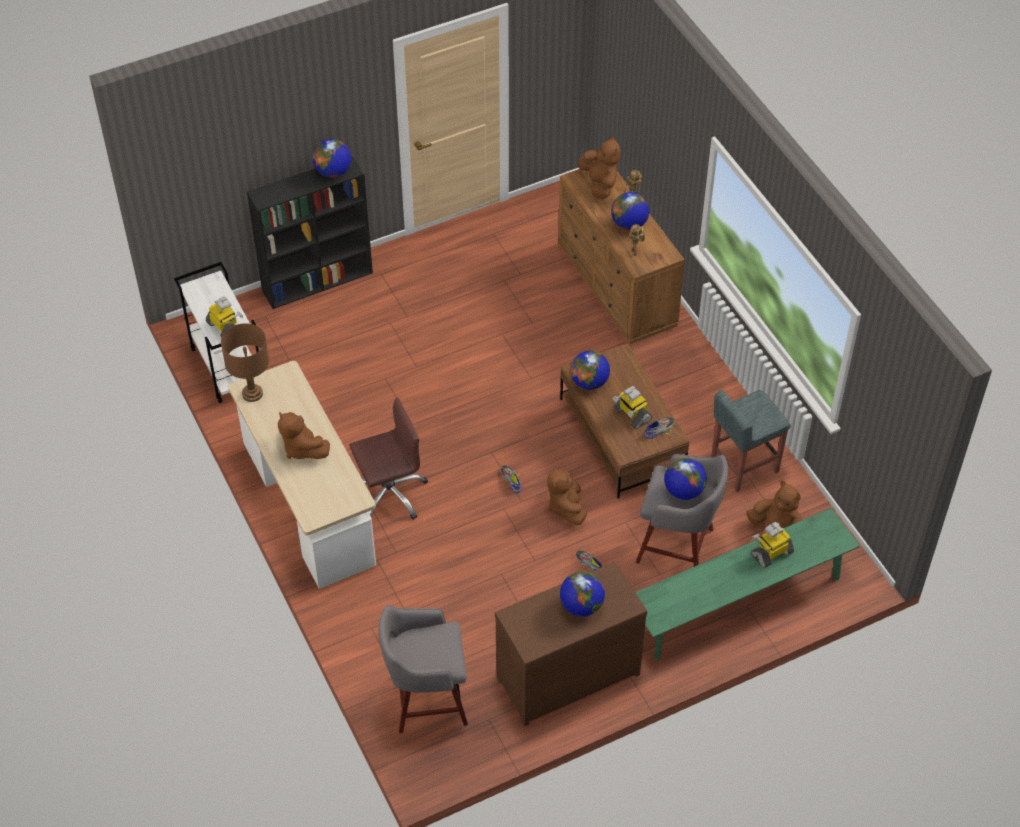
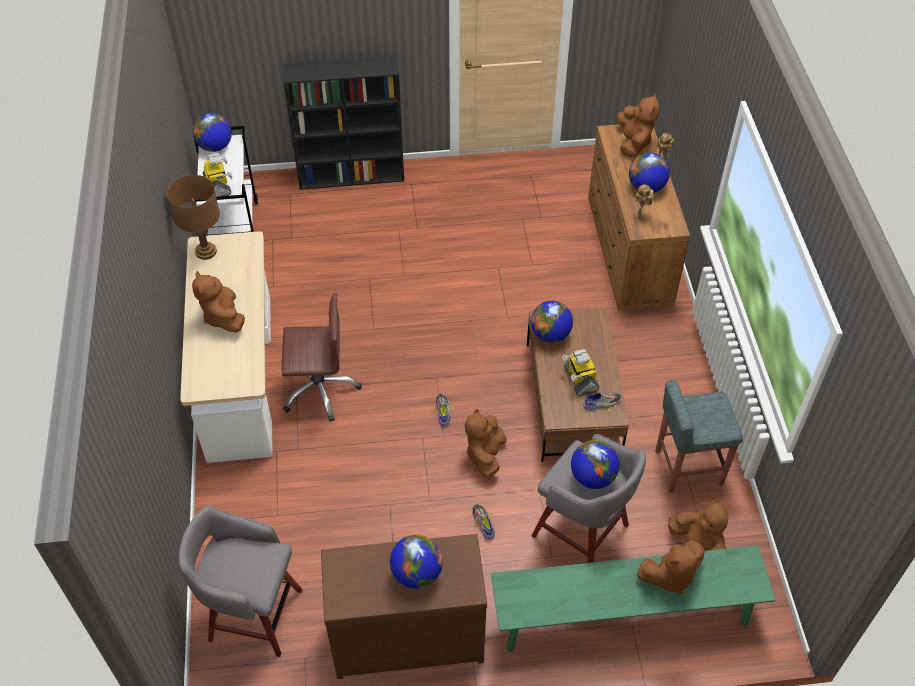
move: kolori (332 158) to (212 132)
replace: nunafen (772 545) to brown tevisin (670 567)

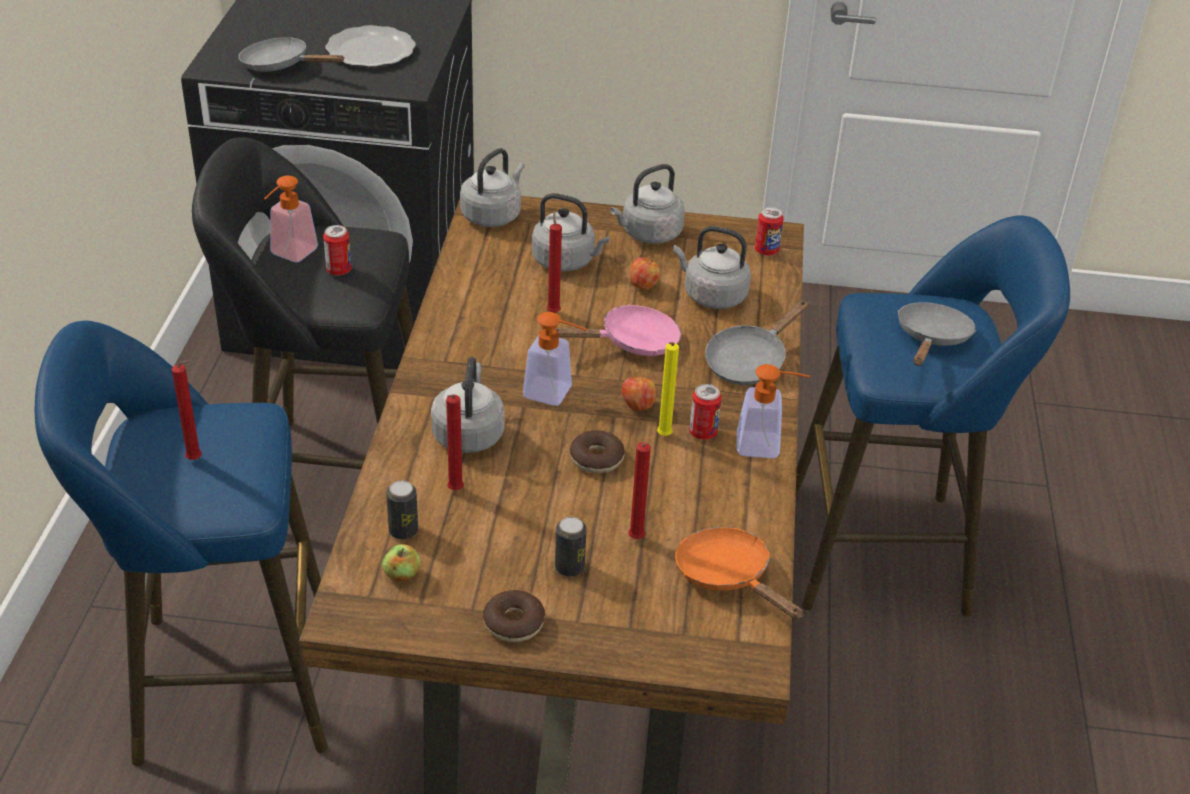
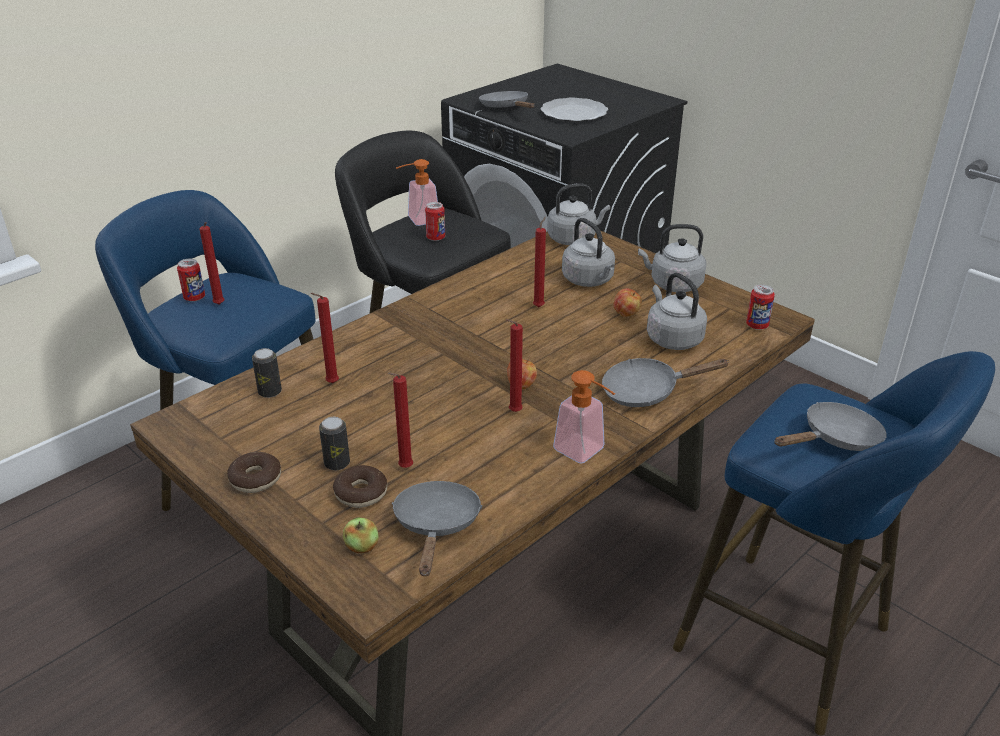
delete: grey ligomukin (468 405); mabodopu (555 359); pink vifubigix (618 330)
move: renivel (401 562) to (361 535); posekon (597 451) to (360 486); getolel (705 412) to (191 280)
recolor: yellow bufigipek (668 389) to red bufigipek (514 365); orange vifubigix (739 573) to grey vifubigix (437 528)

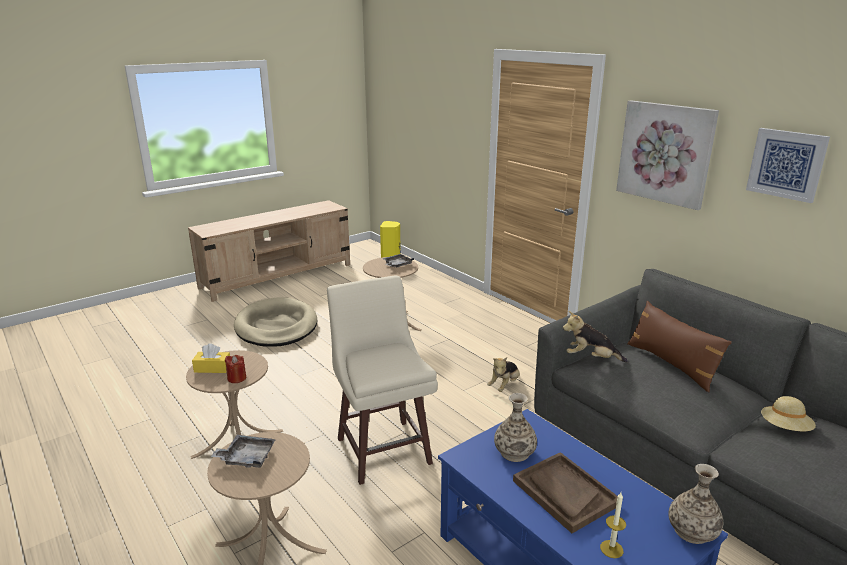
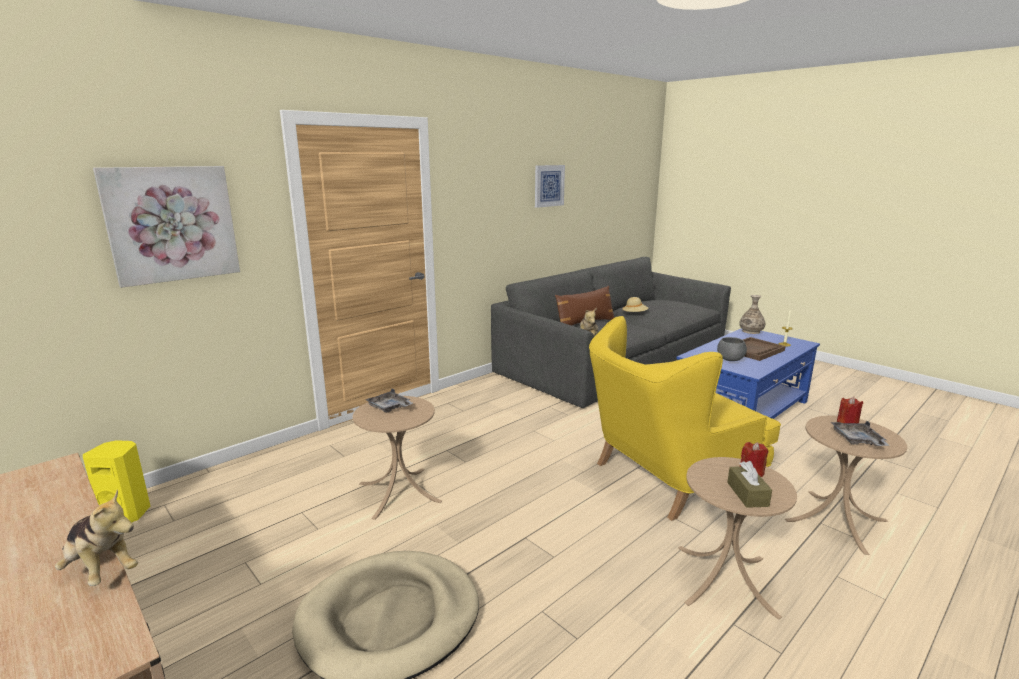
insert: red bufigipek (850 410)
move: tevisin (503 374) to (96 538); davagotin (667 155) to (166 227)
replace: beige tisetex (382 380) to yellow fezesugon (685 418); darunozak (515 427) to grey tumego (732 349)
recolor: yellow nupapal (211 358) to brown nupapal (749 484)

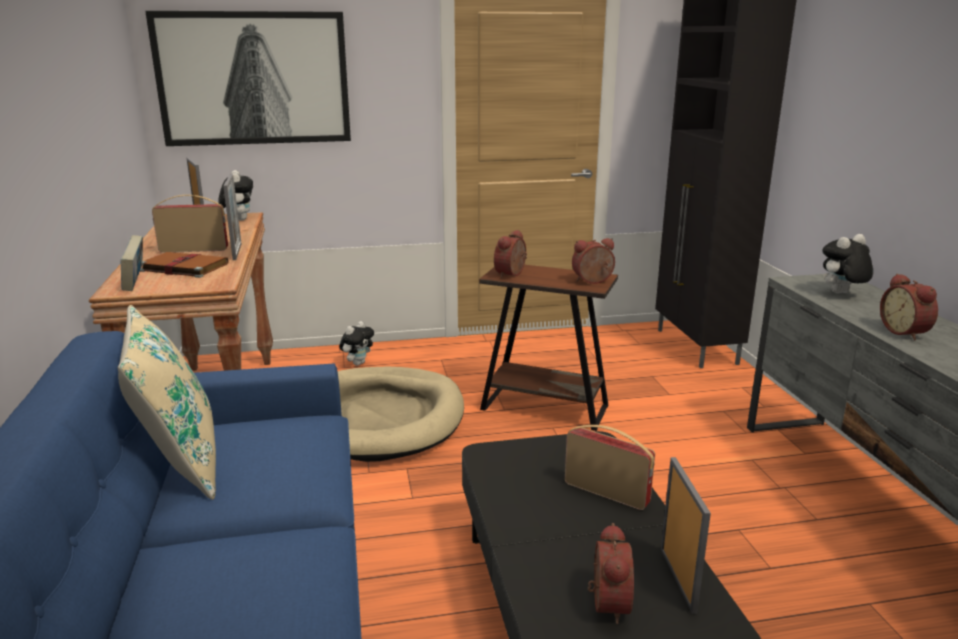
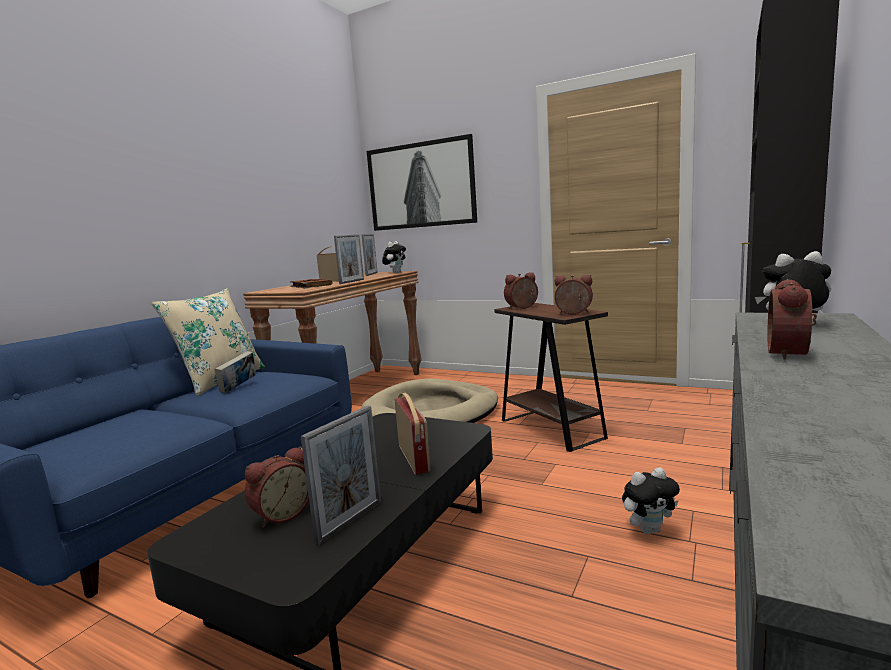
move: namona (131 263) to (235 372); tevisin (356 343) to (651 500)

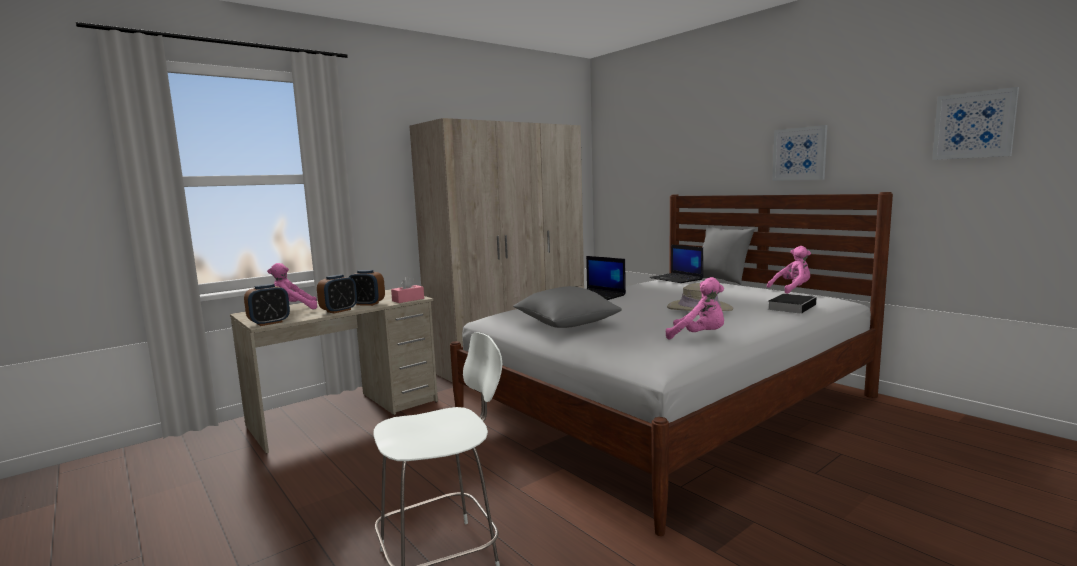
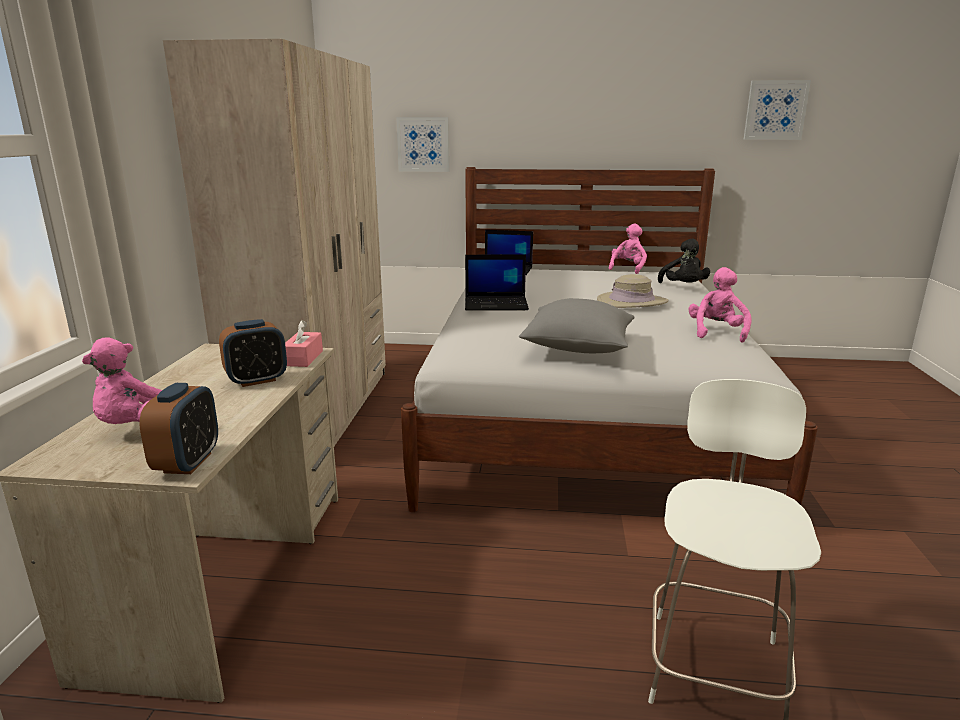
delete: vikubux (337 294); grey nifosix (728 255)
move: davagotin (799 153) to (422 144)
replace: namona (791 304) to black tevisin (684 260)
rotate: pink tevisin (695 308) = (719 305) 60 degrees counterclockwise

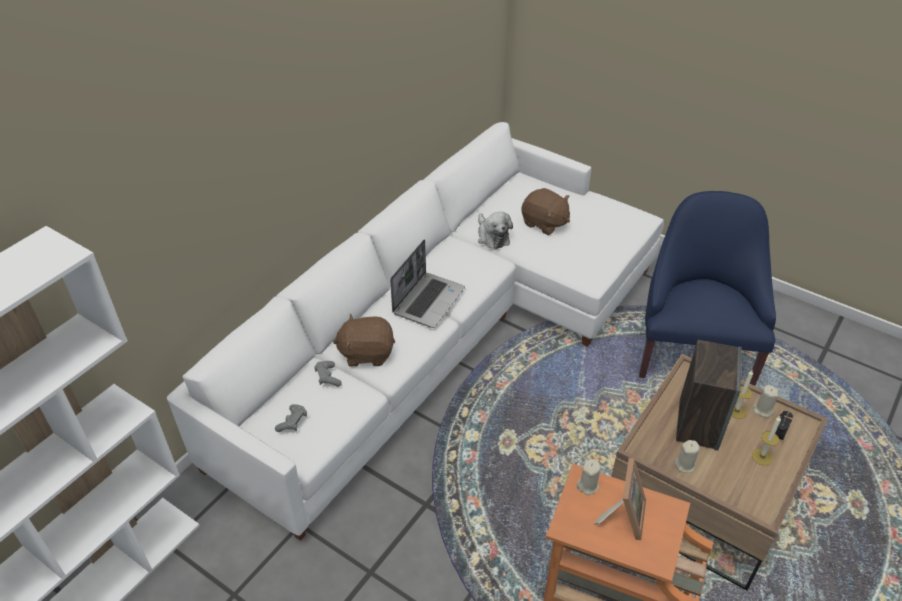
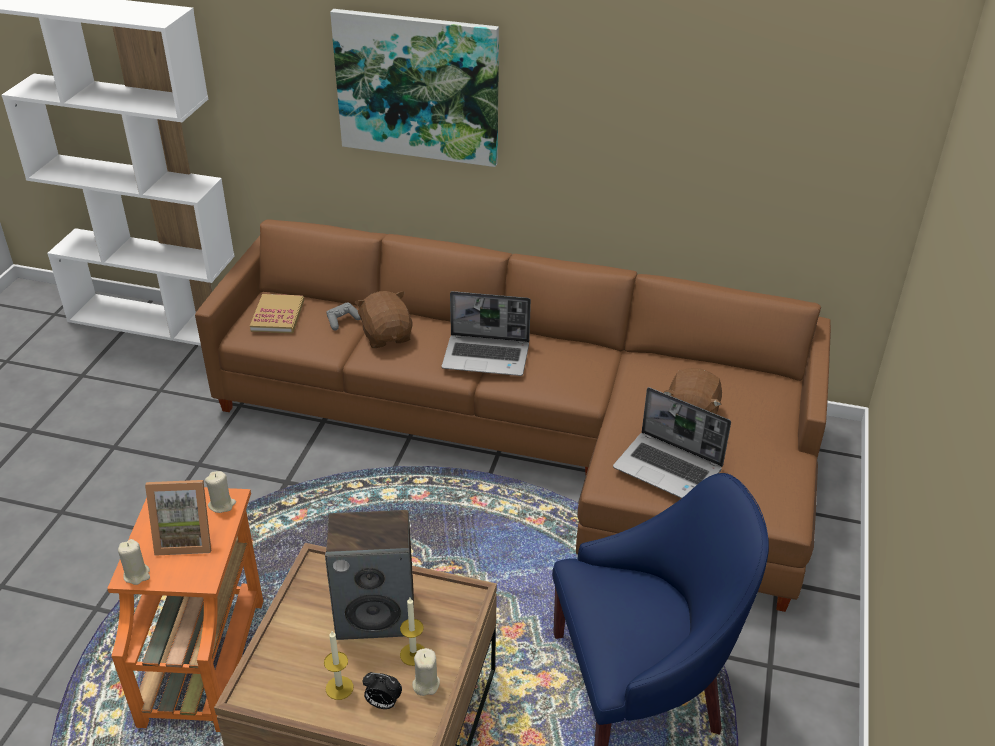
delete: tevisin (495 230)
insert: davagotin (414 88); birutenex (672 442)
move: beige bufigipek (686 456) to (134 562)
replace: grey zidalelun (291 418) to namona (277 313)
recolor: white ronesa (415 331) to brown ronesa (513 415)

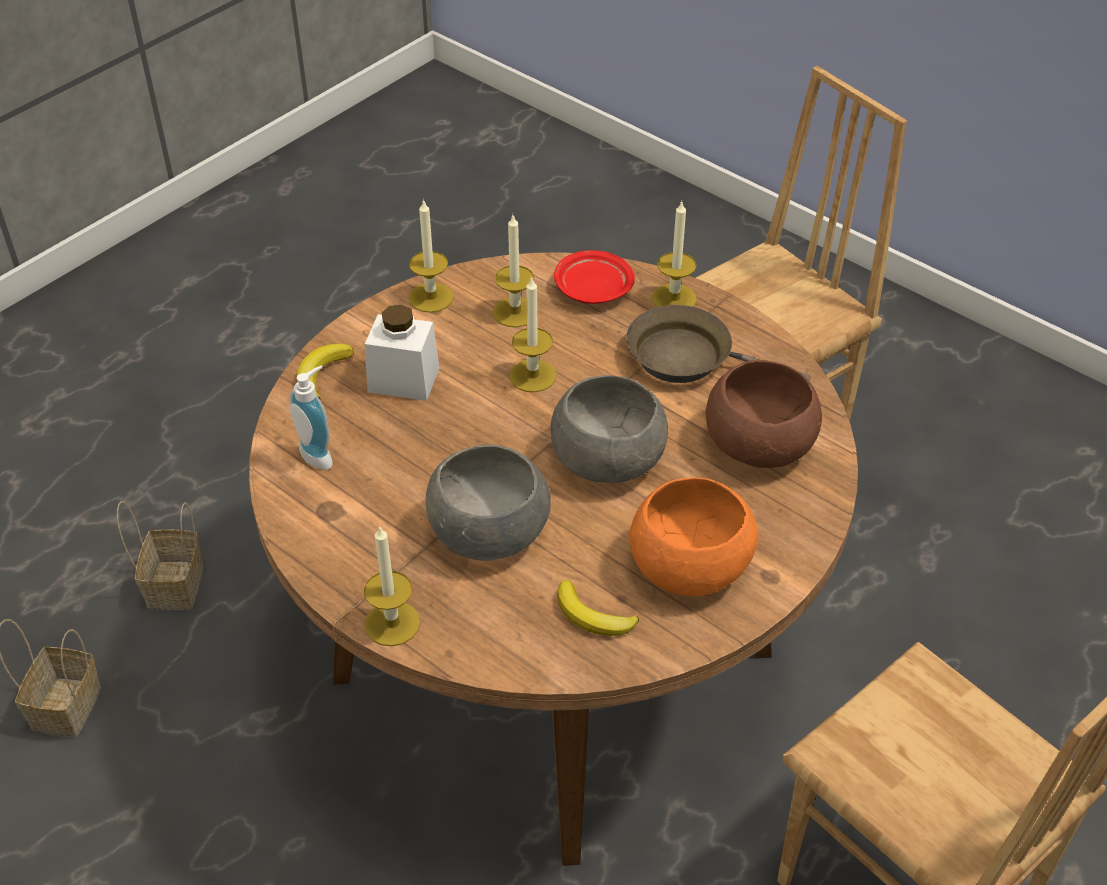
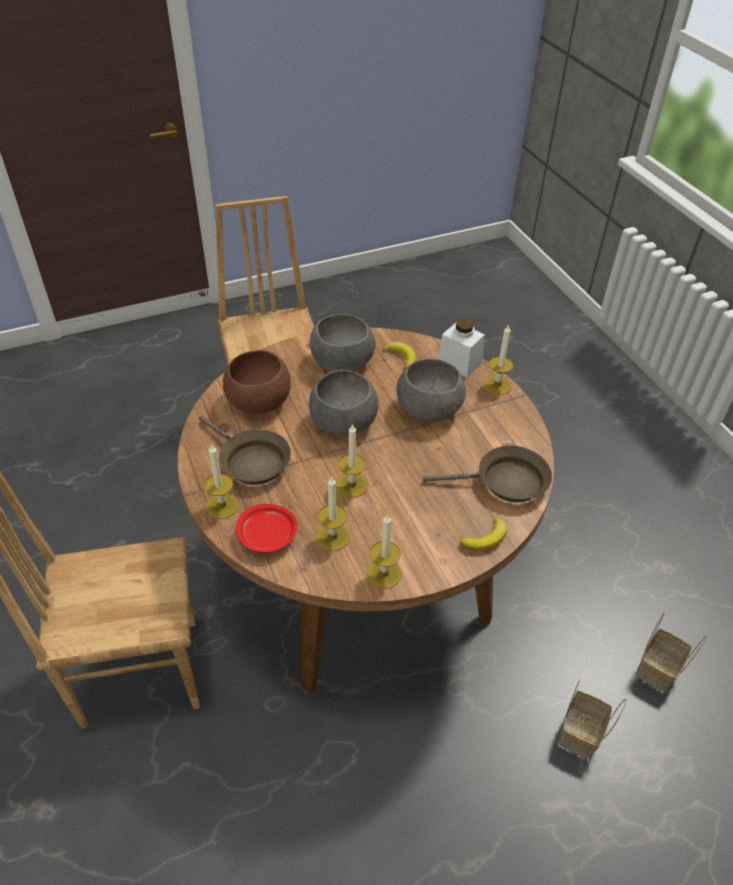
move: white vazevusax (402 353) to (461 348)
replace: mabodopu (311 418) to brown vifubigix (487 474)
recolor: orange tumego (694 536) to grey tumego (342 343)

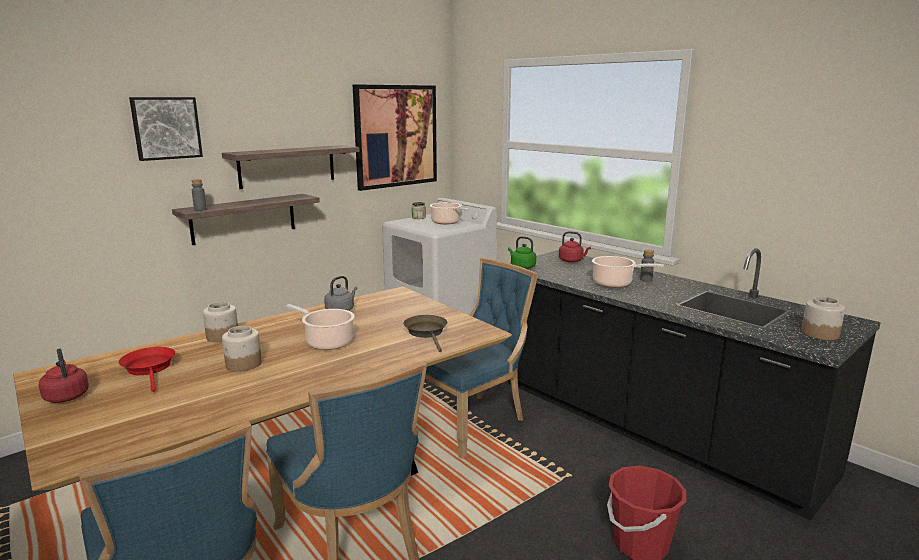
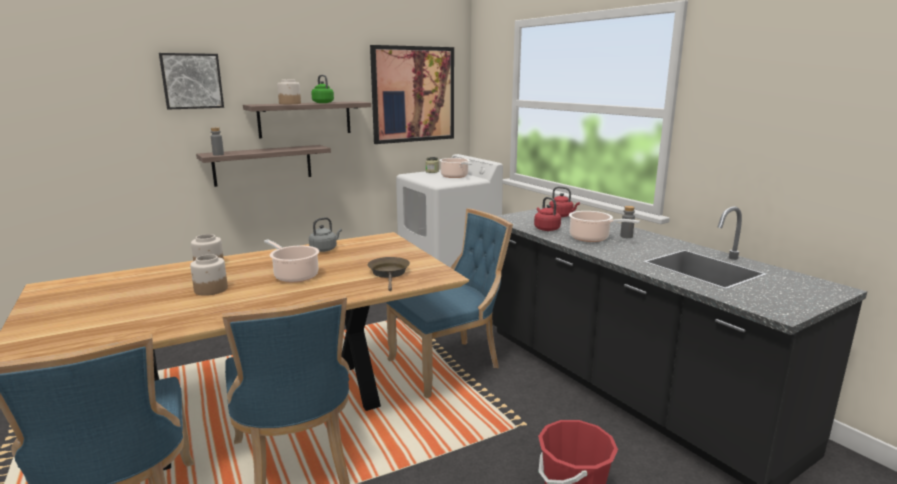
delete: red vifubigix (147 369)
move: red ligomukin (63 375) to (547 214); green ligomukin (522 252) to (322 89); vazevusax (823 318) to (289 91)

